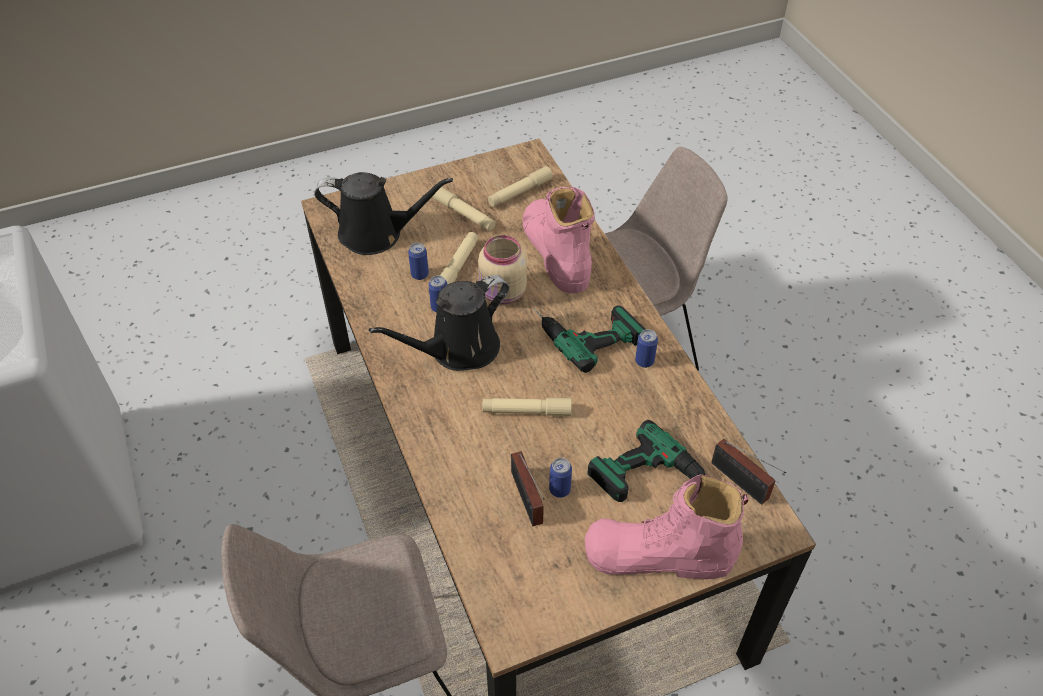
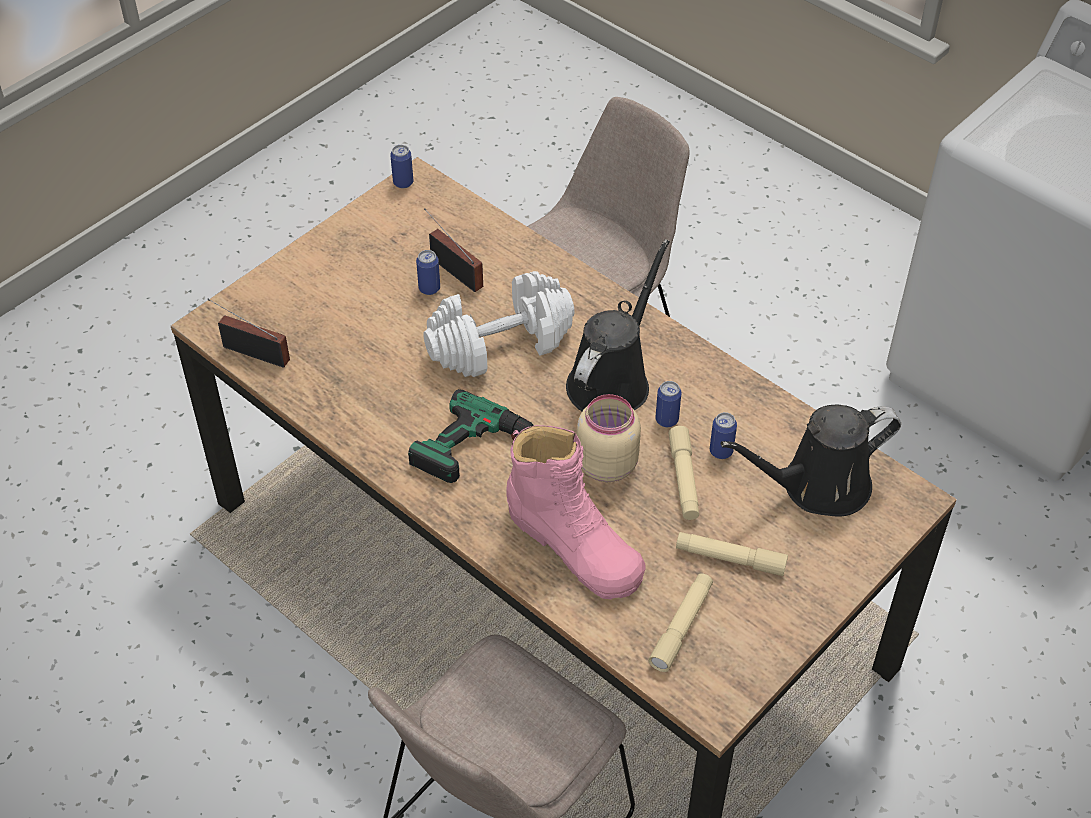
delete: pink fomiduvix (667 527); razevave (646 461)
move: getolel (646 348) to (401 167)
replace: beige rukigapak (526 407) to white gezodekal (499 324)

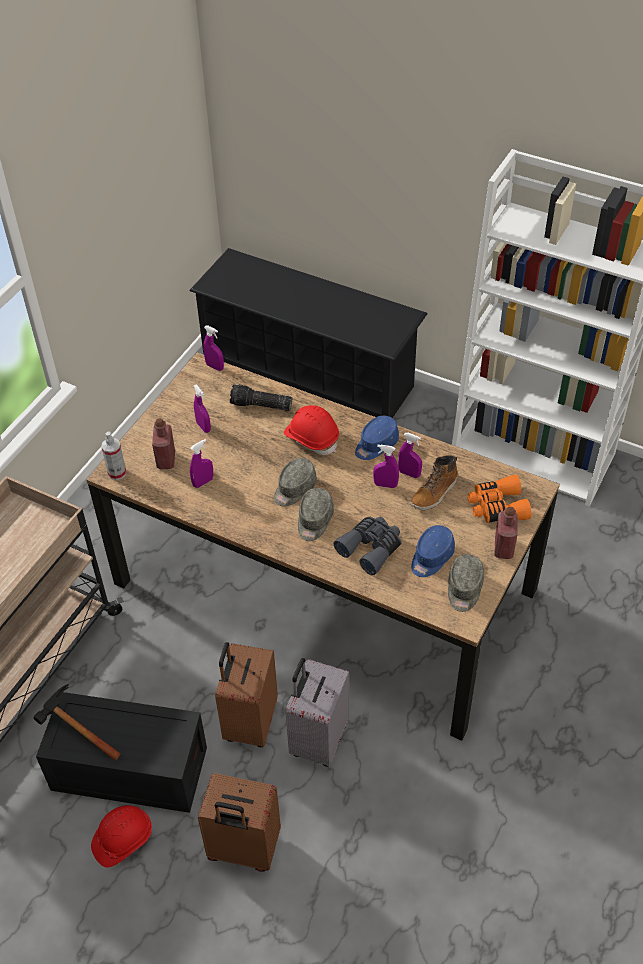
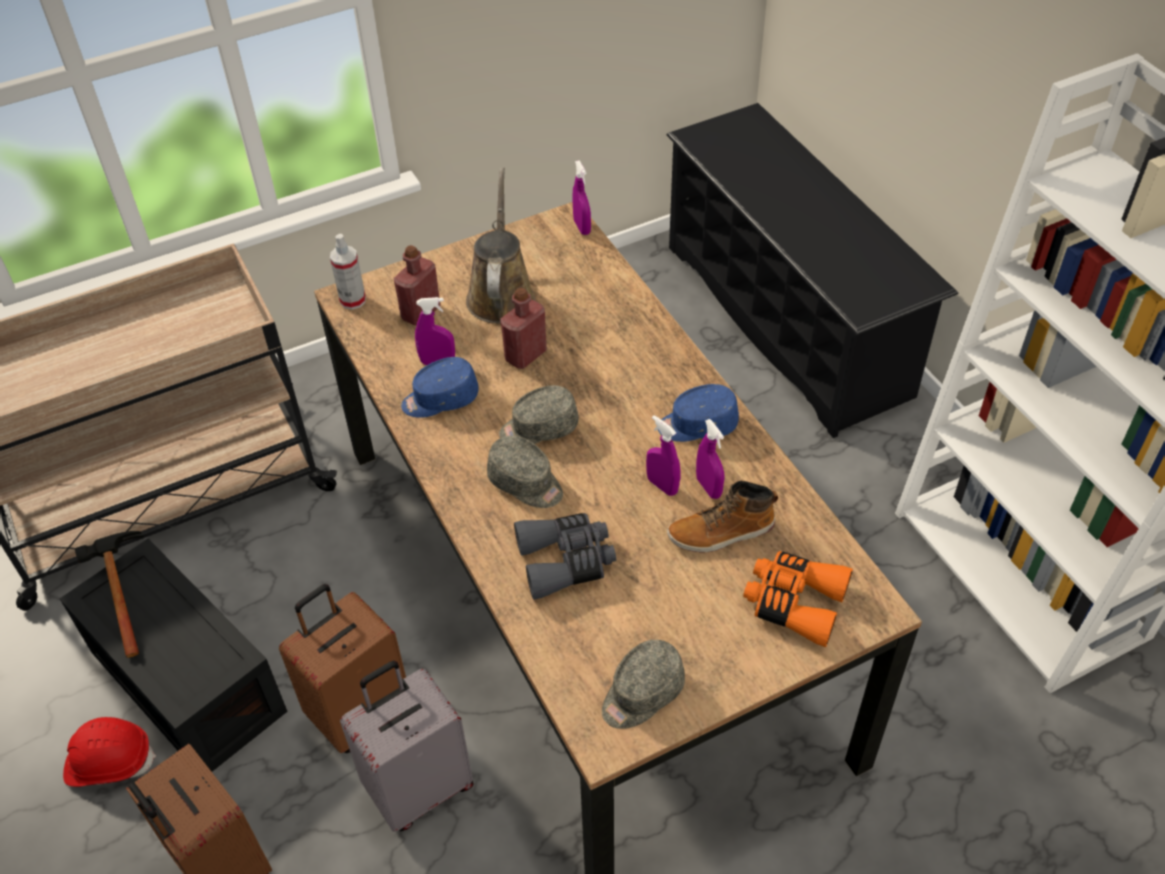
delete: rukigapak (261 397); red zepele (311 430)
move: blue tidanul (433 551) to (440 387); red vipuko (506 533) to (523 328)
replace: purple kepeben (202 409) to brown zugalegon (500 245)
rotate: grey tidanul (316 514) = (525 472) 105 degrees counterclockwise

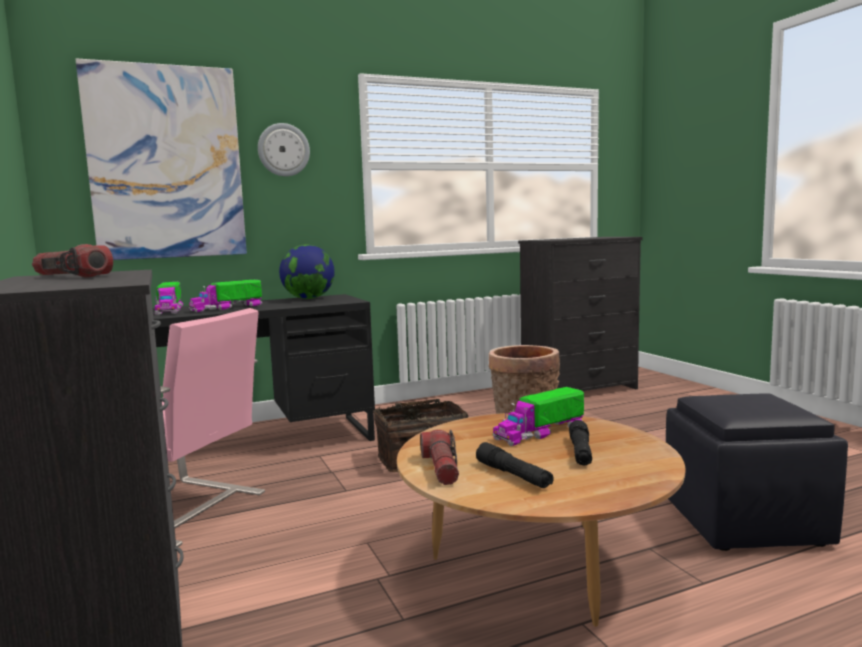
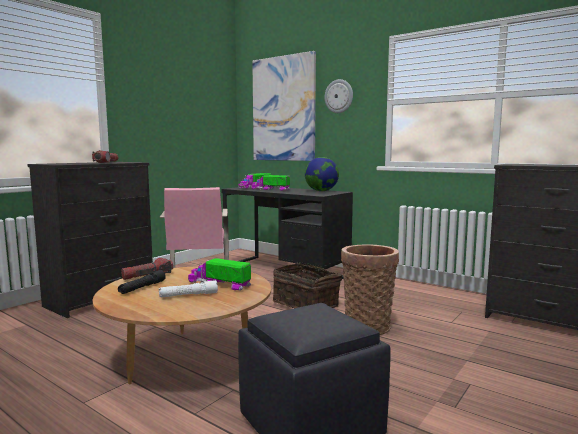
recolor: black rukigapak (580 443) to white rukigapak (188 289)

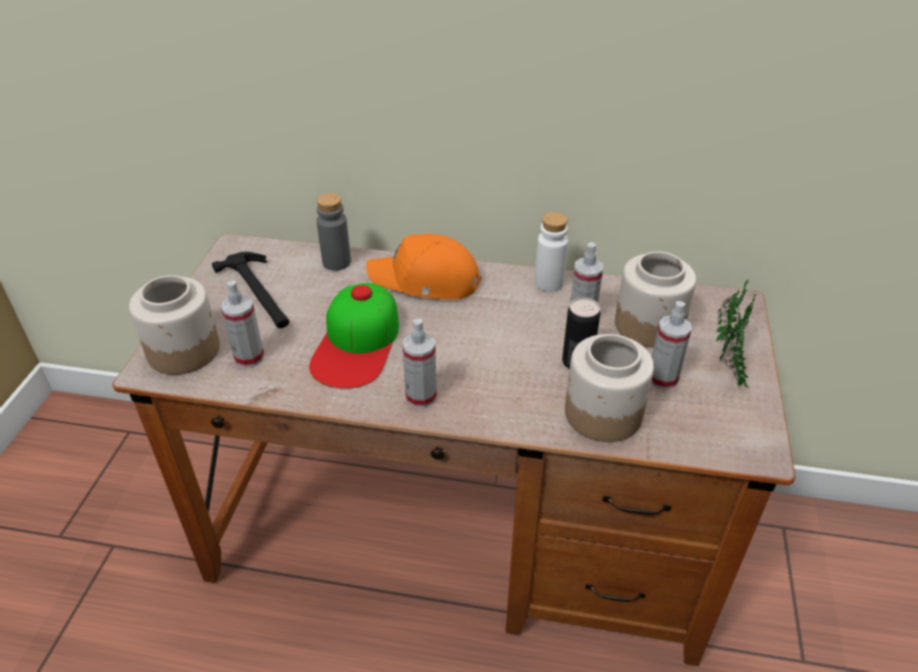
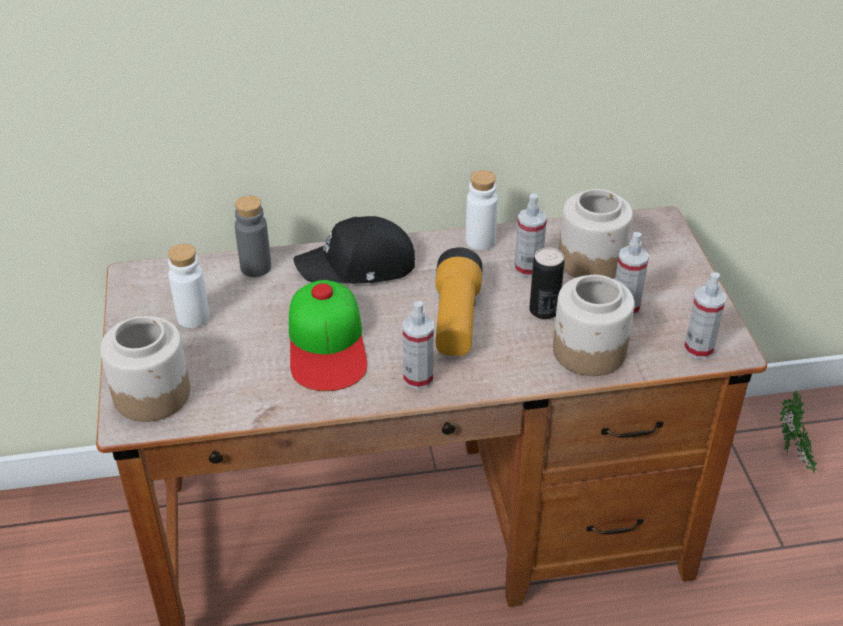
insert: rukigapak (458 301)
move: kepeben (242 324) to (705 315); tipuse (736 334) to (798 432)
replace: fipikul (250 290) to white vipuko (189 286)
recolor: orange tidanul (423 267) to black tidanul (354 250)

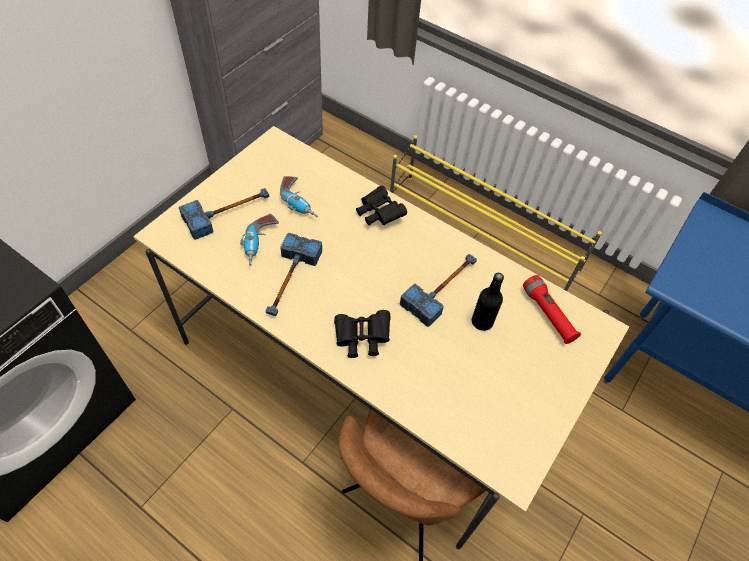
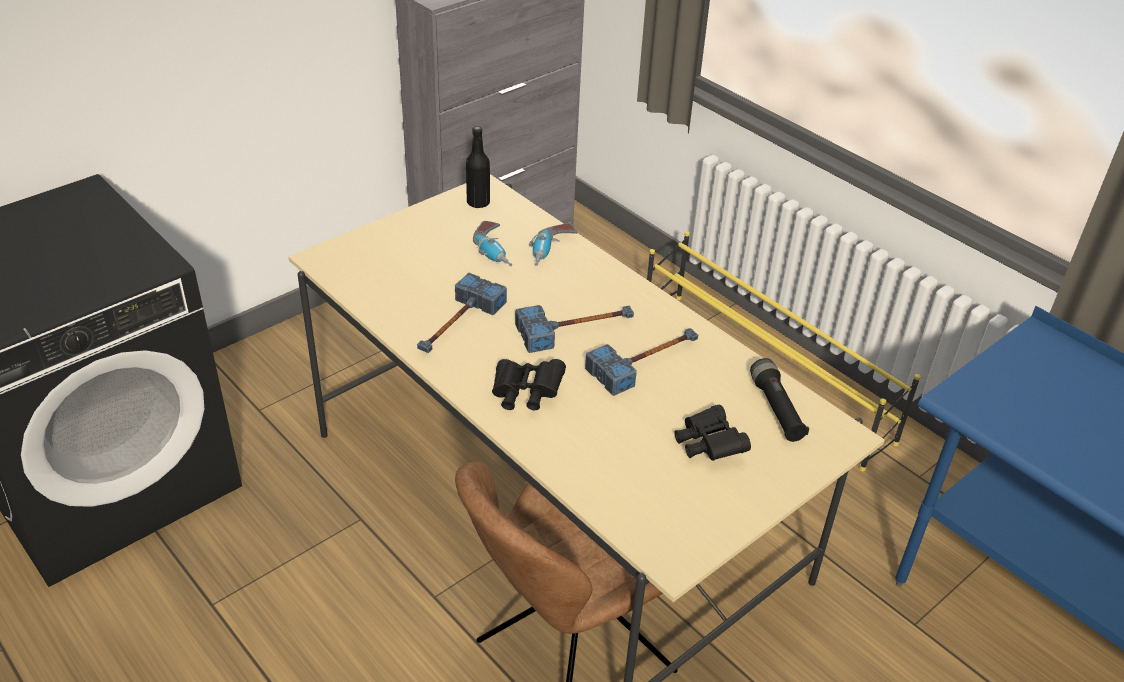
move: fipikul (224 214) to (574 329); razevave (259 240) to (553 244); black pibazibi (381 205) to (712 433); black vipuko (488 302) to (478 167)
recolor: red rukigapak (552 309) to black rukigapak (779 400)

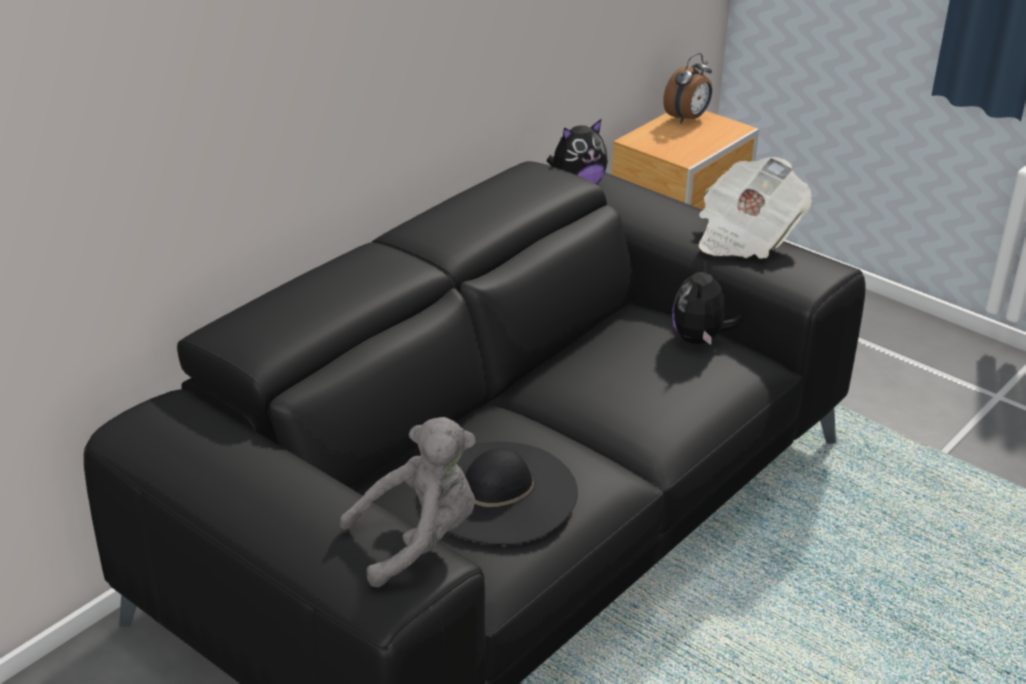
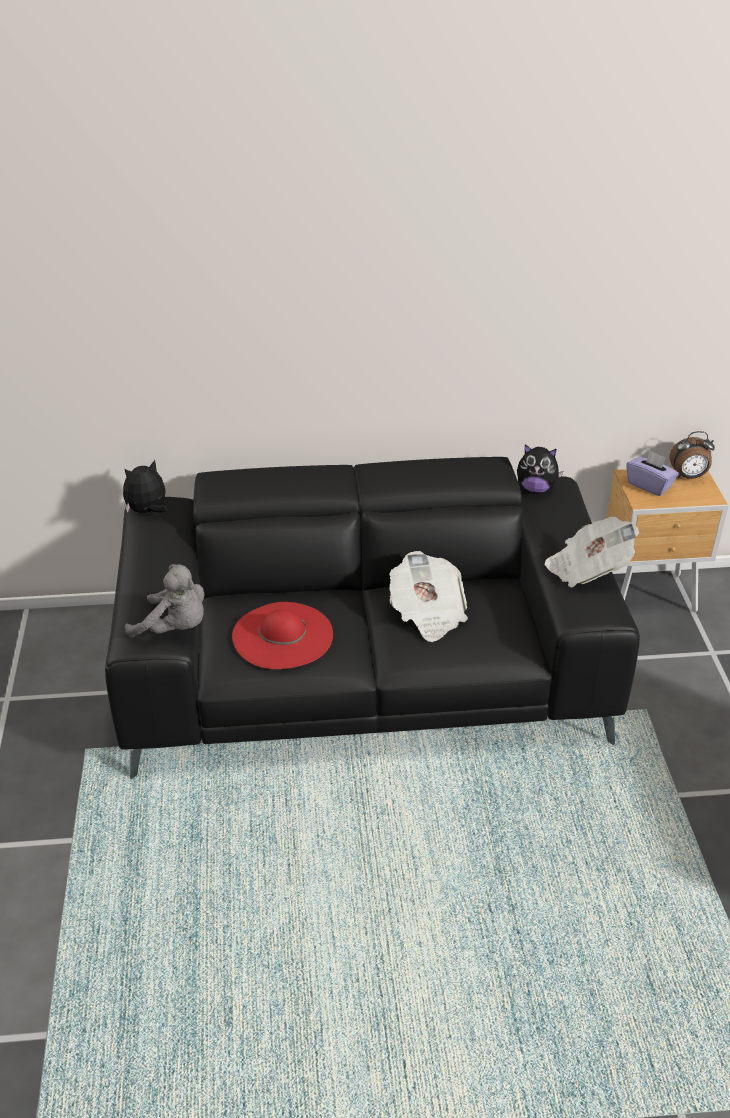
insert: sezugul (429 596); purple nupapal (652 473)
move: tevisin (707 302) to (145 486)
recolor: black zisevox (497 493) to red zisevox (282 635)

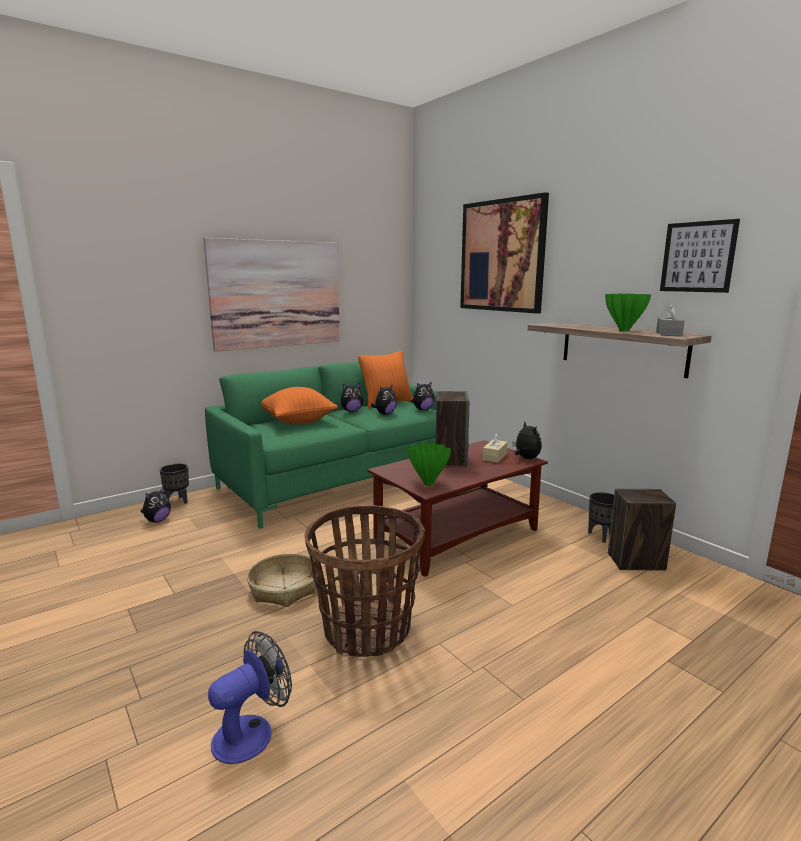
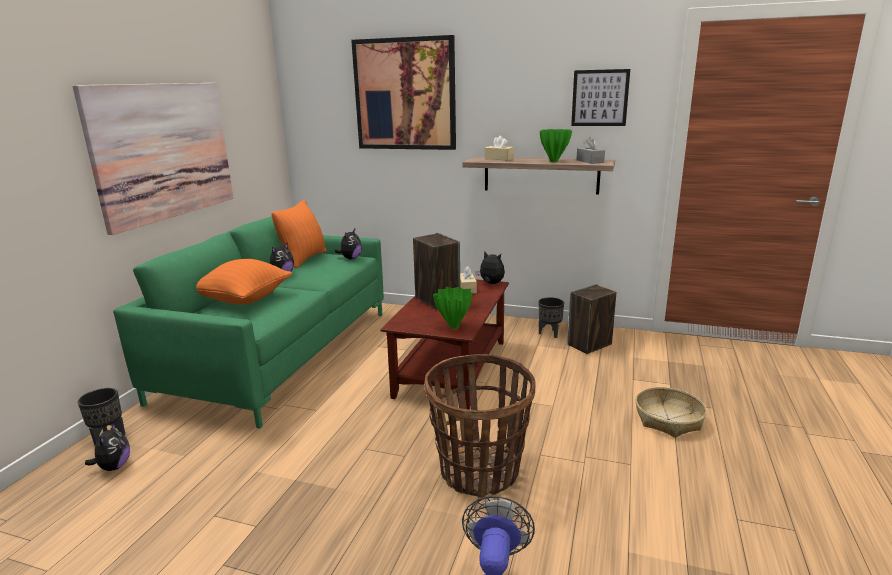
delete: tevisin (384 400)
insert: beige nupapal (499 148)
move: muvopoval (282 580) to (671 412)

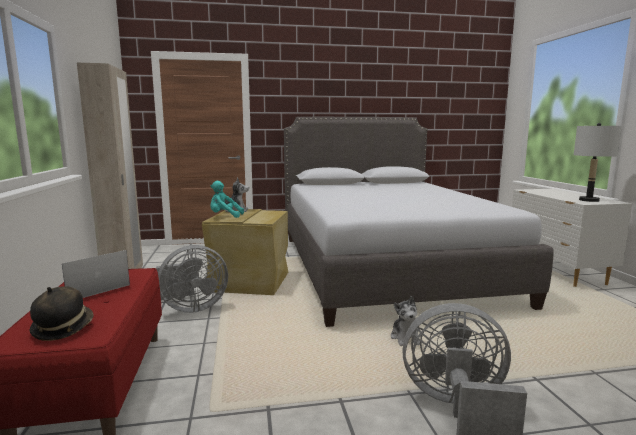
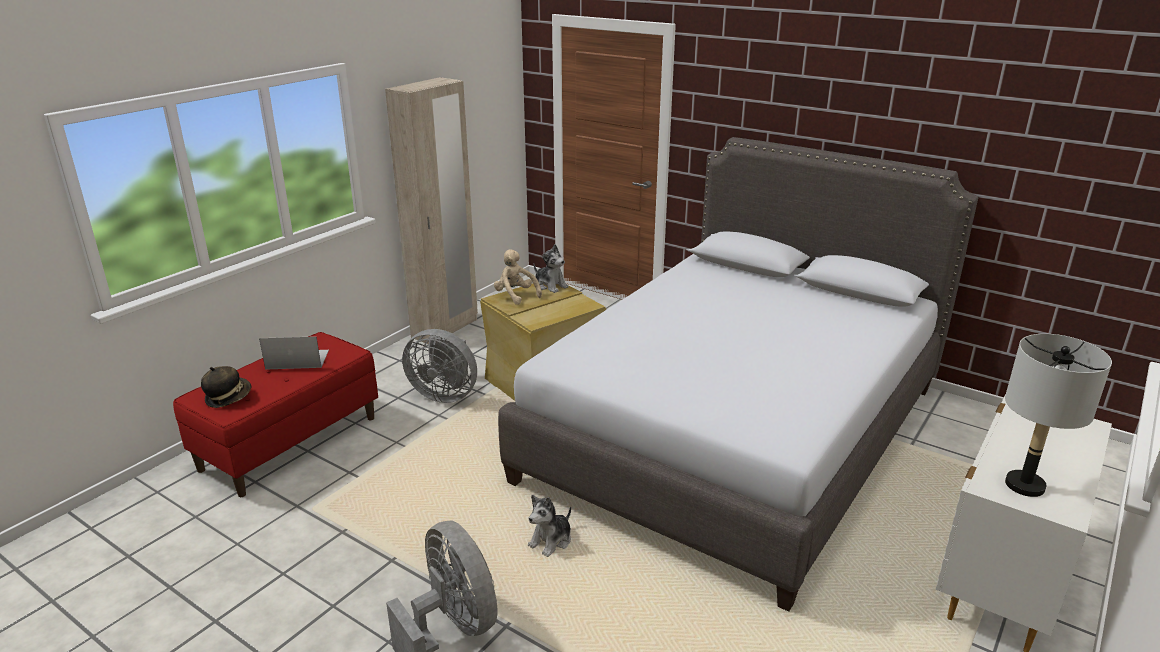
recolor: turquoise tevisin (227 199) to beige tevisin (518 277)

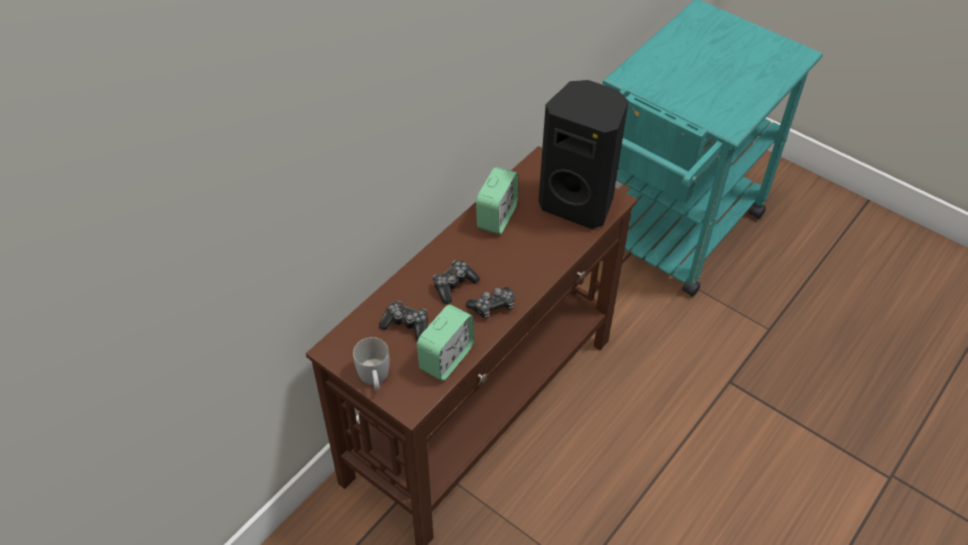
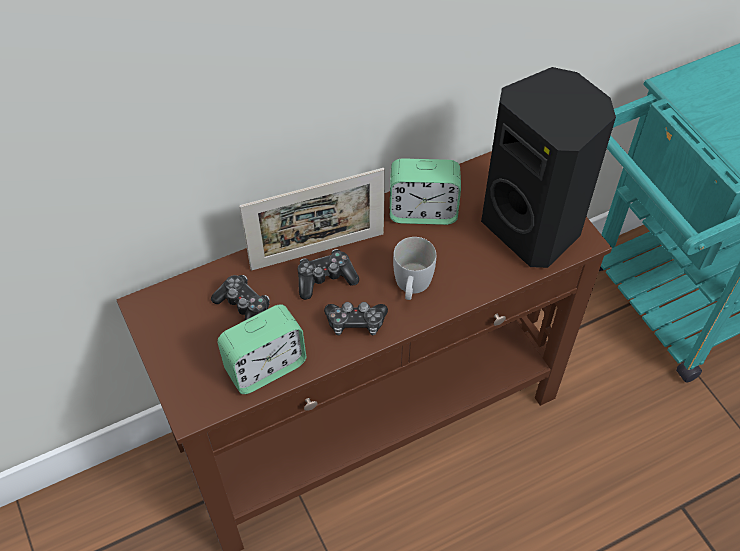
insert: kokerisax (312 219)
move: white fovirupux (371 363) to (414 268)
rotate: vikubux (497 200) = (425 191) 45 degrees clockwise

